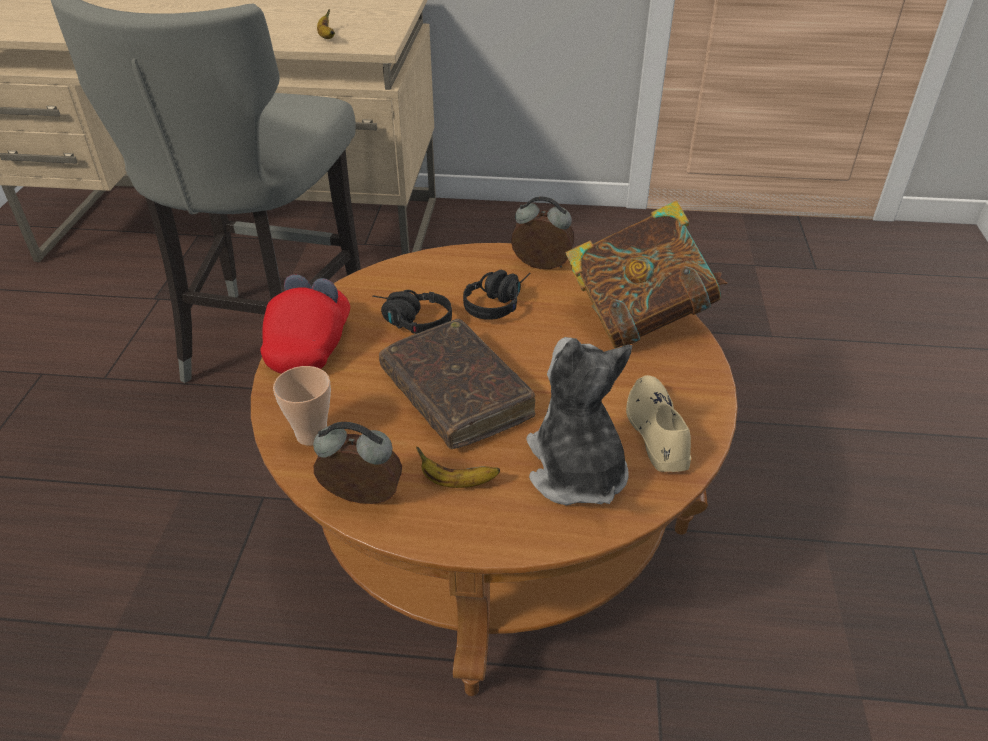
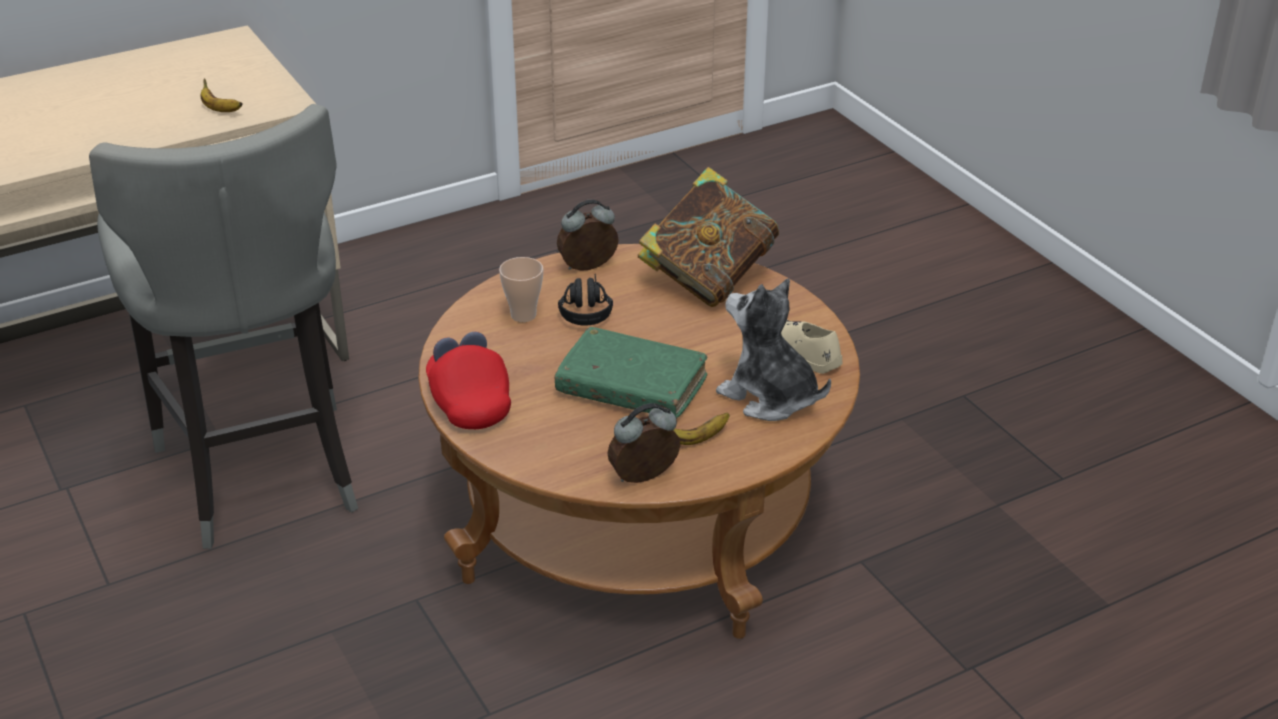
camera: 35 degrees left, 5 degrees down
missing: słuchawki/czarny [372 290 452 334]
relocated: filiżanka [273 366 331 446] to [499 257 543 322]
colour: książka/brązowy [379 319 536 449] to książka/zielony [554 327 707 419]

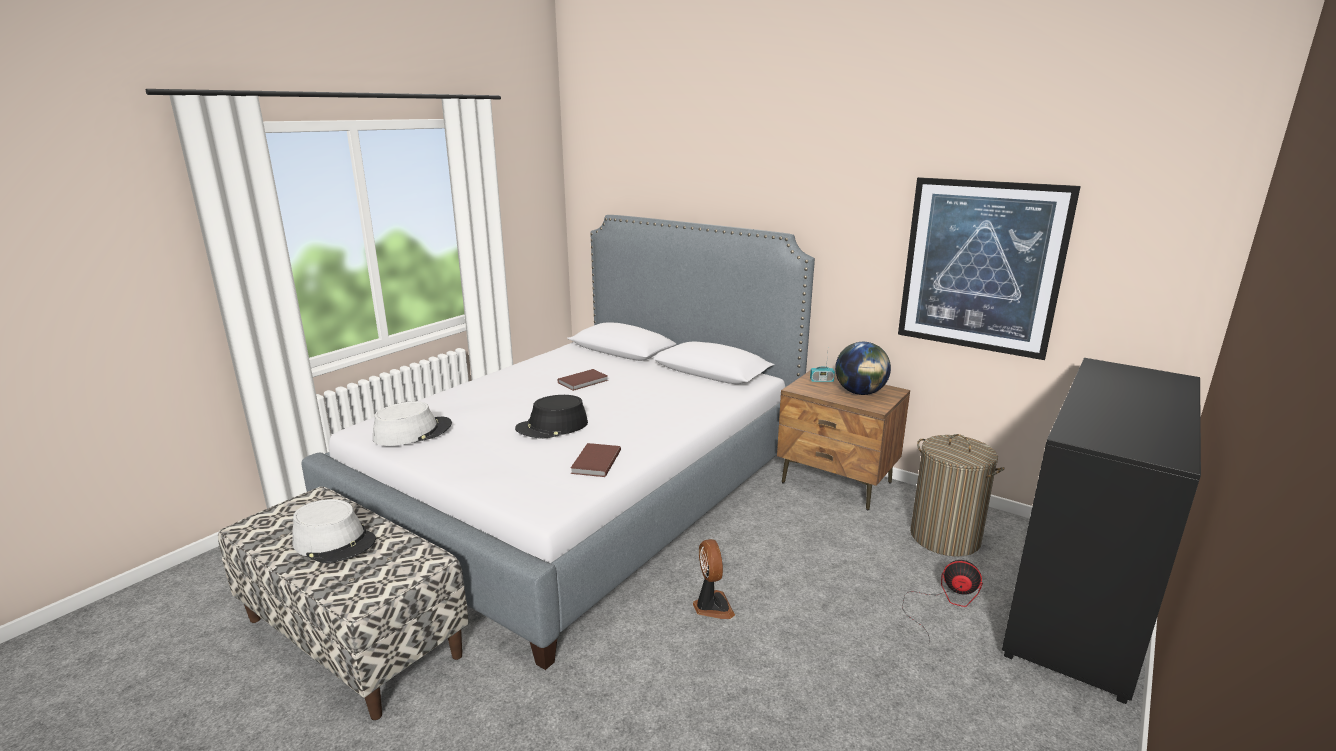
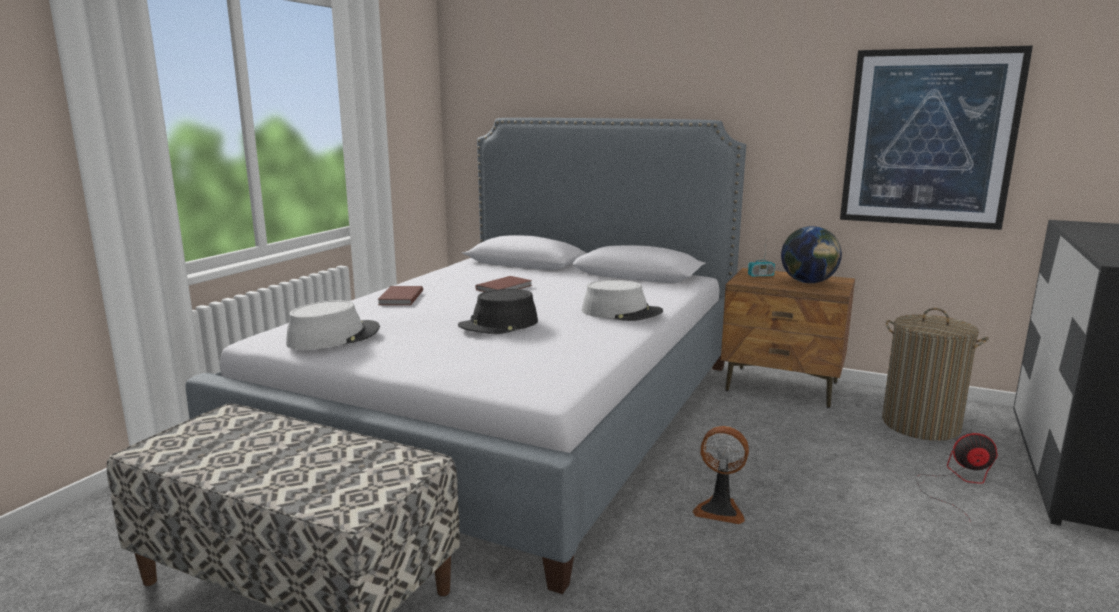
camera: 10 degrees left, 5 degrees down
relocated: książka/brązowy [571 443 621 477] to [378 286 423 305]; kapelusz/szary [292 499 376 563] to [582 280 663 321]
spun: wentylator [693 539 735 619] = [693 426 749 524] 135 degrees clockwise

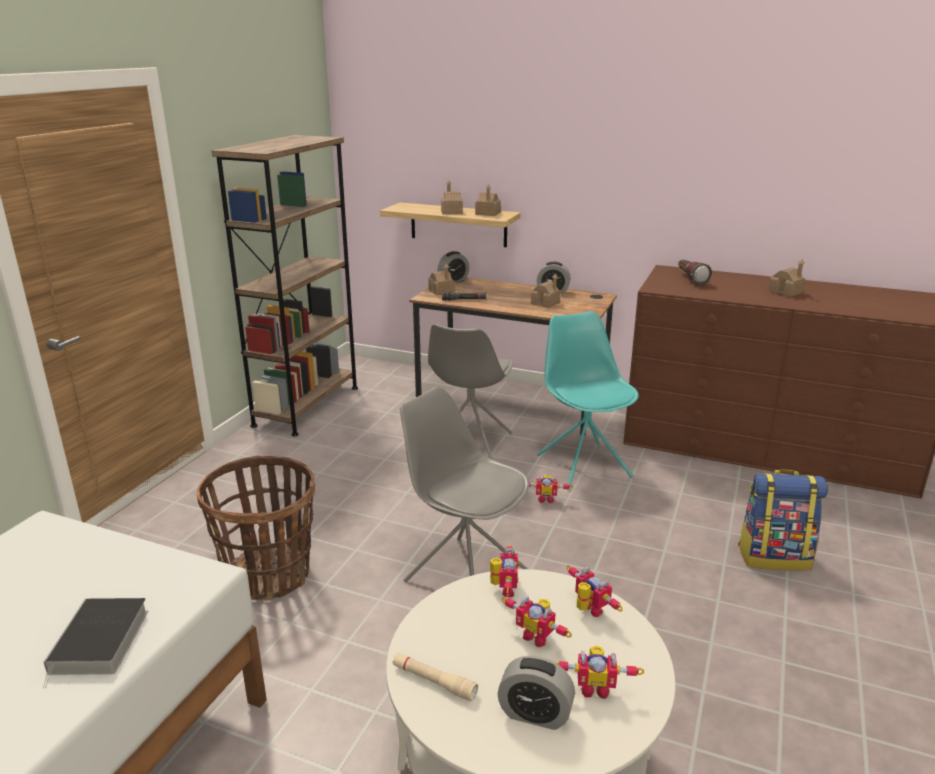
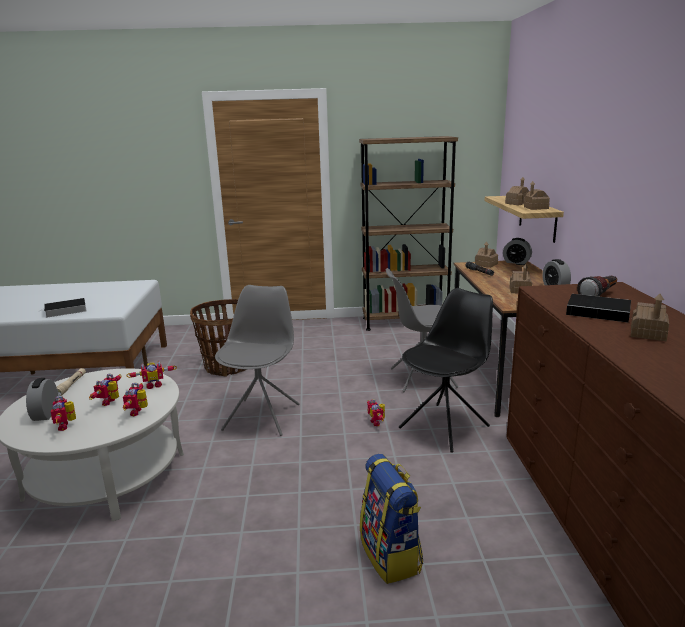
camera: 65 degrees right, 5 degrees down
appeared: książka [566 294 632 322]
colour: krzesło/turkusowy [537 311 639 490] to krzesło/czarny [399 288 493 453]
spun: robot zabawkowy [567 566 623 617] = [123 383 148 416] 150 degrees clockwise

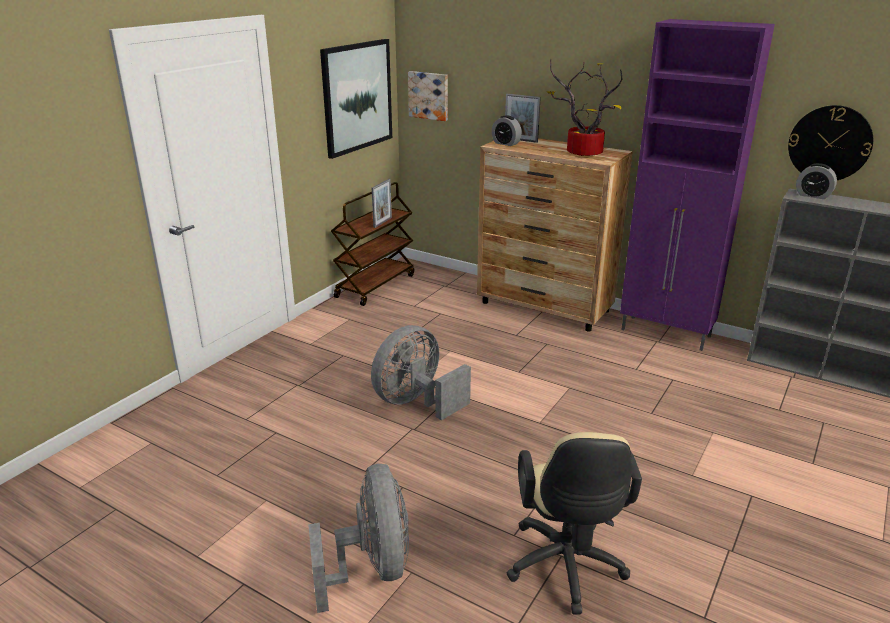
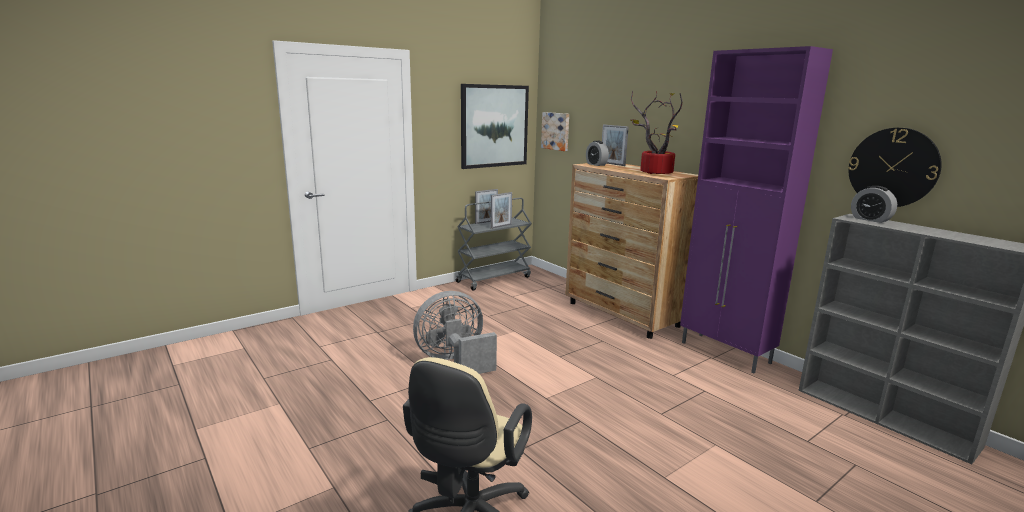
camera: 20 degrees right, 10 degrees down
missing: wentylator/szary [308 464 409 613]
appeared: ramka na zdjęcie [475 189 498 224]
colour: wózek/brązowy [331 182 414 306] to wózek/szary [456 198 532 290]

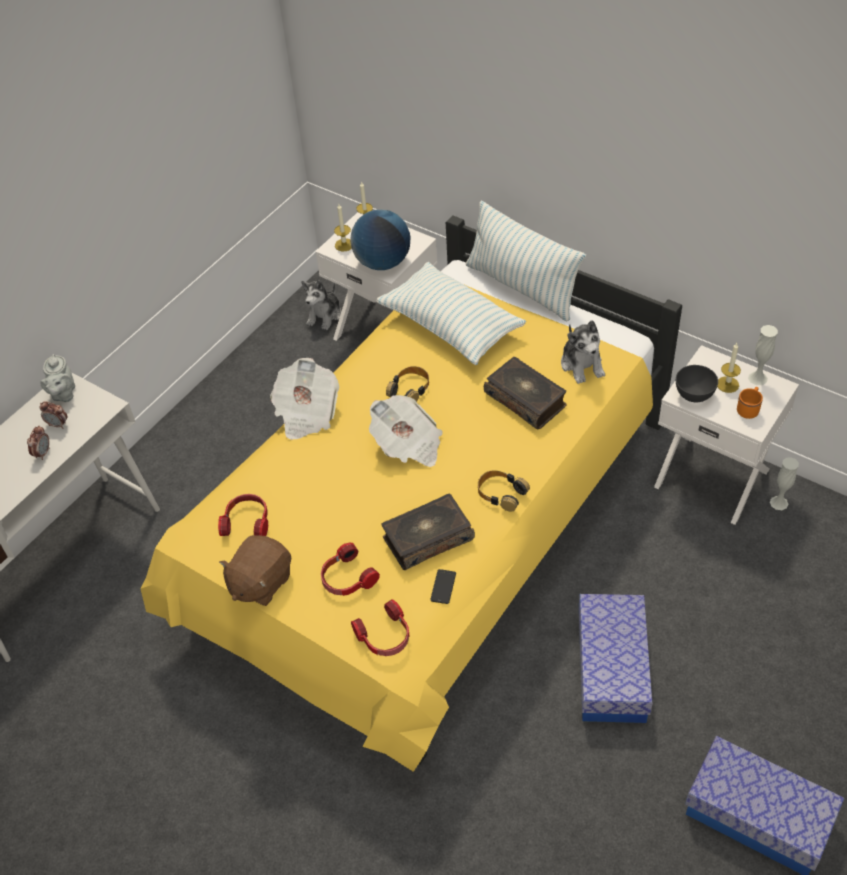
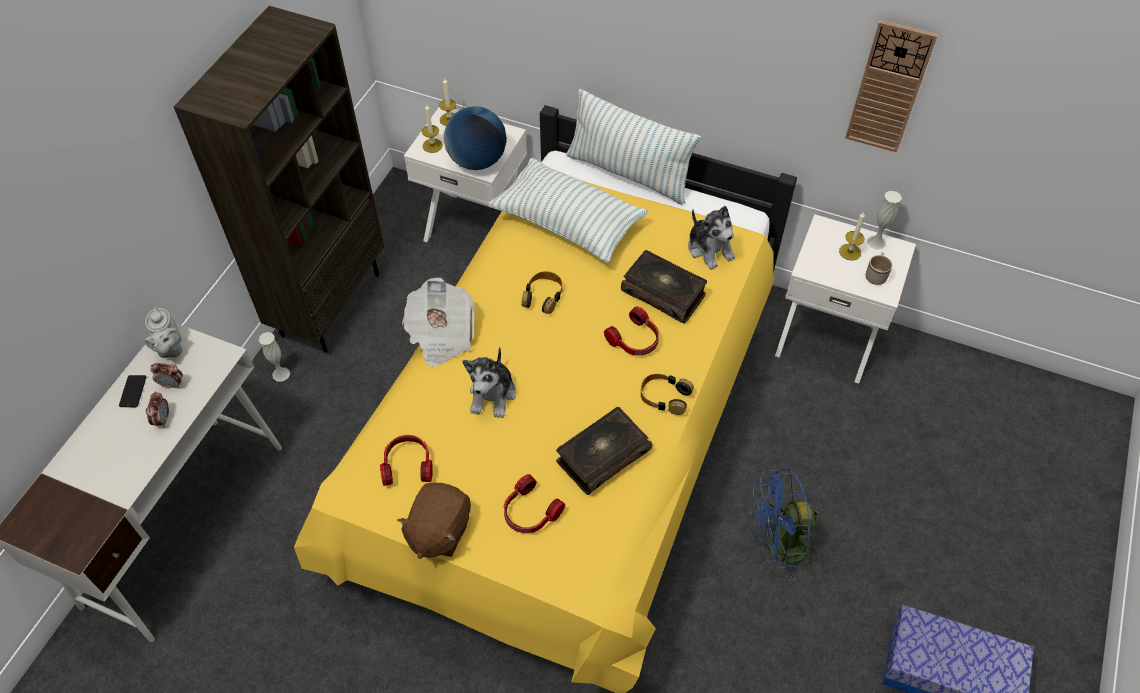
camera: 15 degrees left, 5 degrees up
missing: miska/szary [676 365 718 402]; gazeta [369 395 443 467]
appeared: regał/brązowy [174 6 384 353]; zegar ścienny [845 20 938 153]
relocated: pluszak [301 280 341 330] to [462 347 516 418]; wazon/biały [770 457 799 510] to [259 332 290 382]; telefon [430 569 456 604] to [119 375 146 407]; słuchawki [351 599 410 656] to [604 306 659 356]
exchanged: pojemnik do przechowywania [579 594 653 723] to wentylator/niebieski [750 468 824 578]
colour: kubek/pomarańczowy [737 387 763 419] to kubek/beżowy [865 252 892 285]

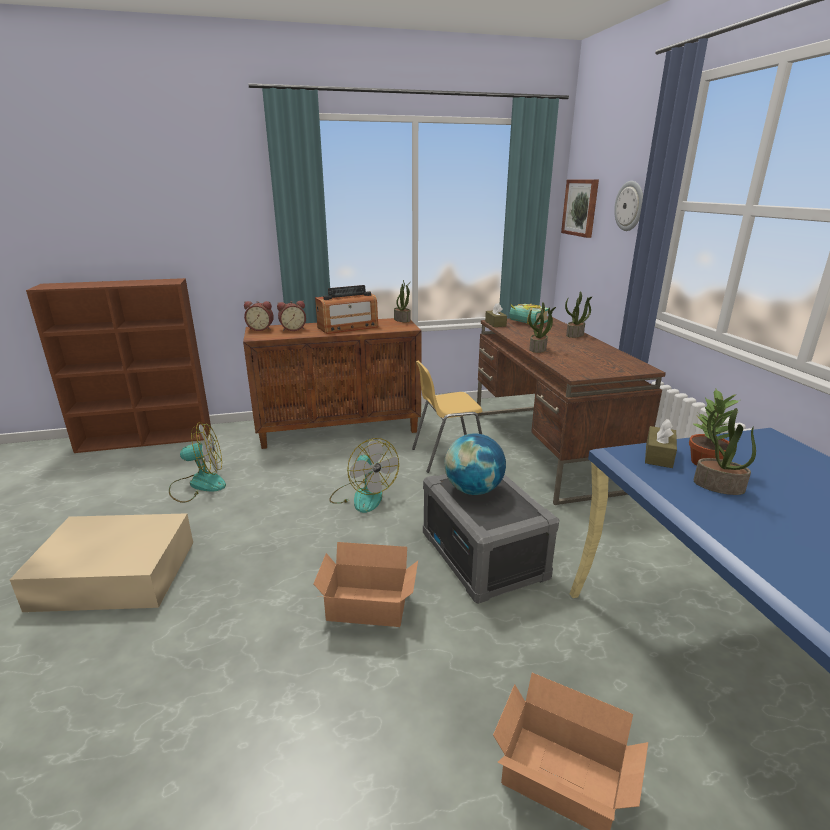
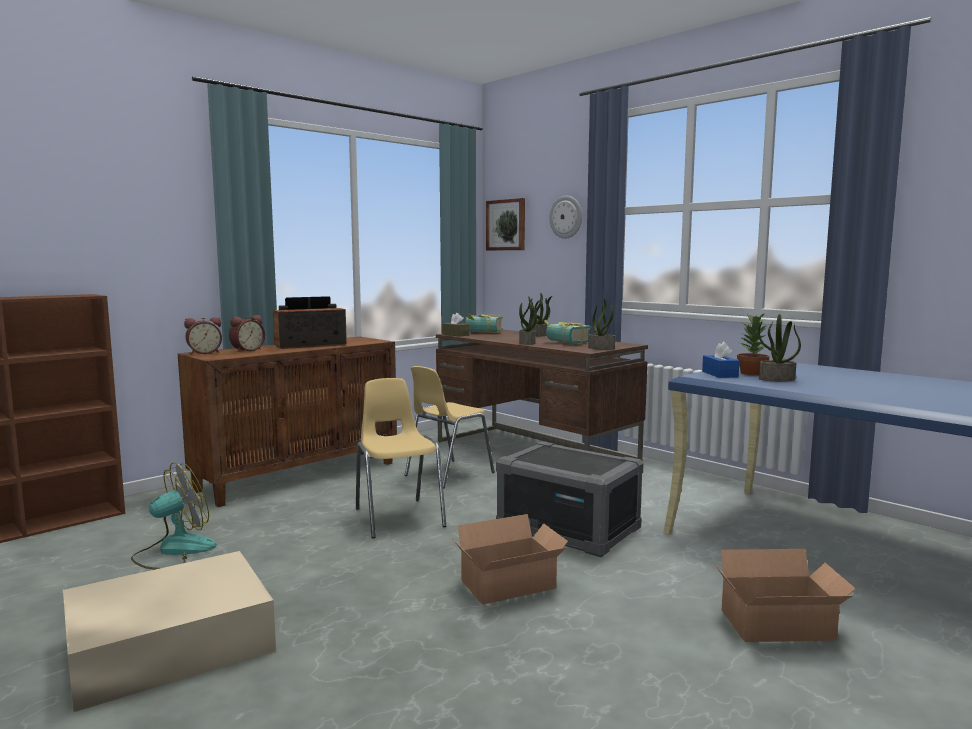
camera: 30 degrees left, 15 degrees down
missing: globus [444 433 506 495]
appeared: książka [544 320 592 345]
relocated: roślina doniczkowa [394 280 411 322] to [588 299 615 350]
exchanged: wentylator [329 438 399 513] to krzesło/żółty [356 378 446 538]
colour: pudełko chusteczek/brązowy [645 419 677 468] to pudełko chusteczek/niebieski [702 342 739 378]
spun: radio [315 285 378 334] = [273 296 347 349] 150 degrees counterclockwise

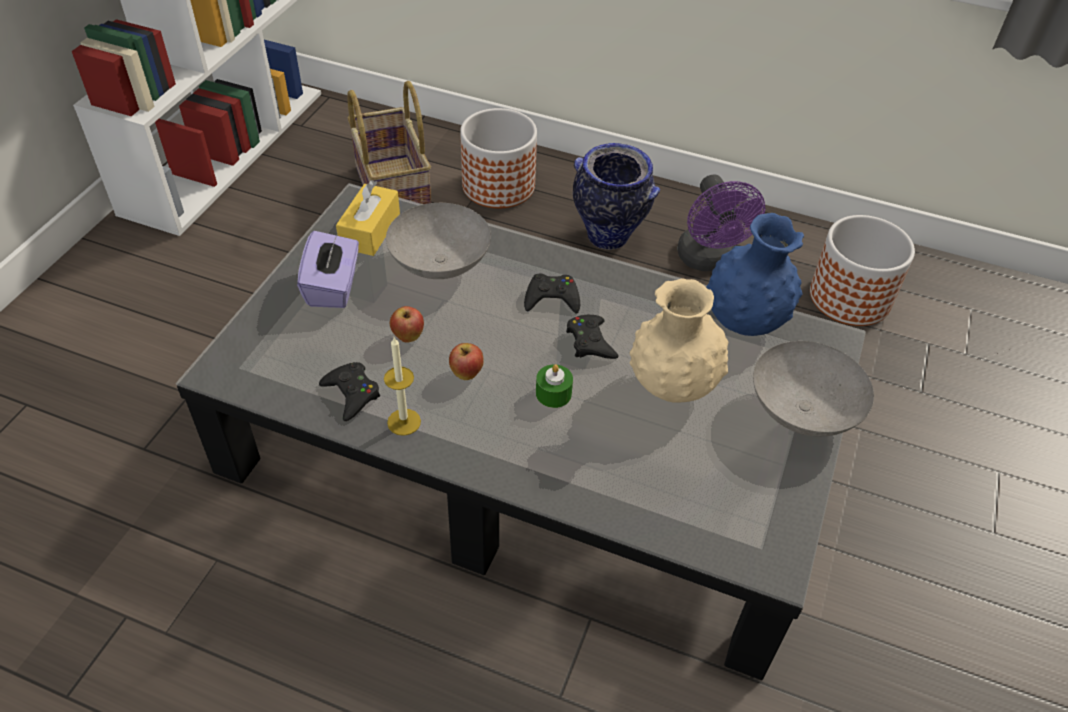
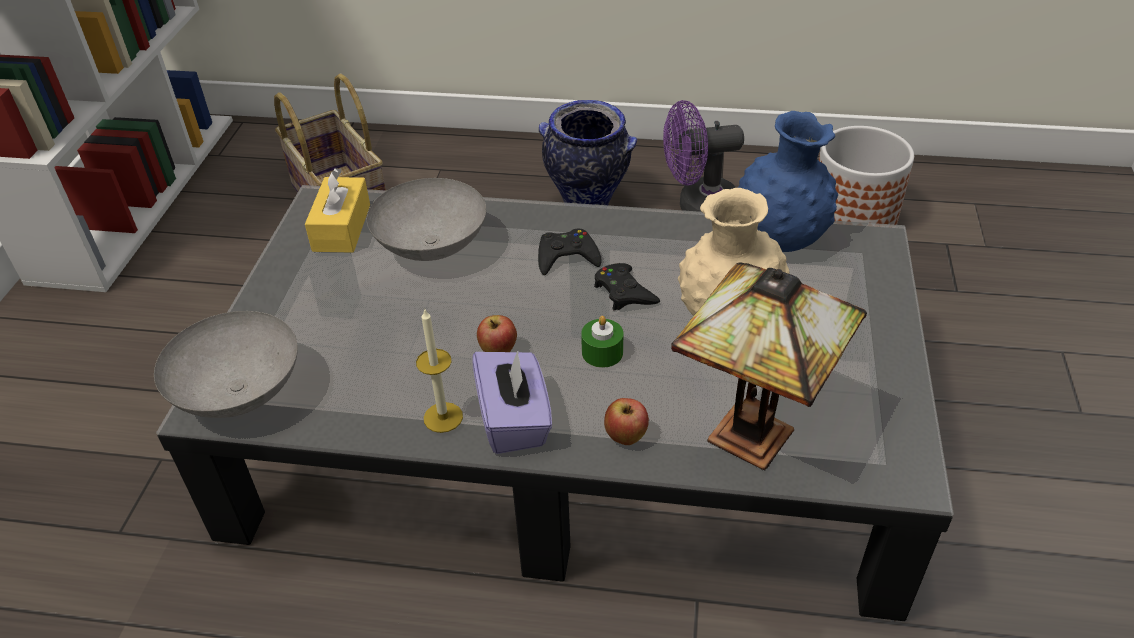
camera: 10 degrees left, 5 degrees down
missing: donica [460 108 537 209]; pad do gier/czarny [319 362 380 421]
appeared: lampa stołowa [671 262 867 470]
relocated: pudełko chusteczek/fioletowy [297 231 359 308] to [472 348 552 454]; jabłko [390 306 424 343] to [604 398 649 445]; miska/szary [753 341 874 437] to [154 311 298 418]
spun: wentylator/fioletowy [677 174 765 271] = [663 100 744 212] 105 degrees clockwise

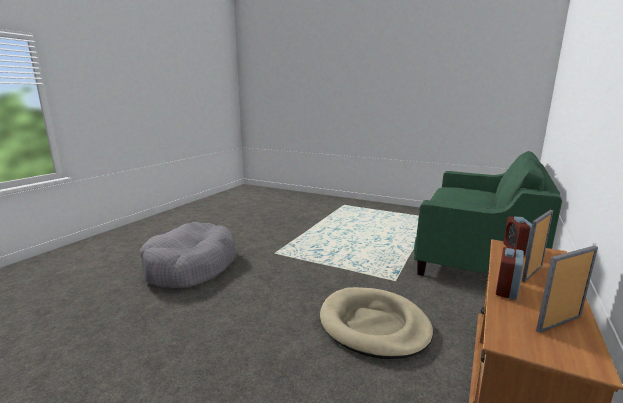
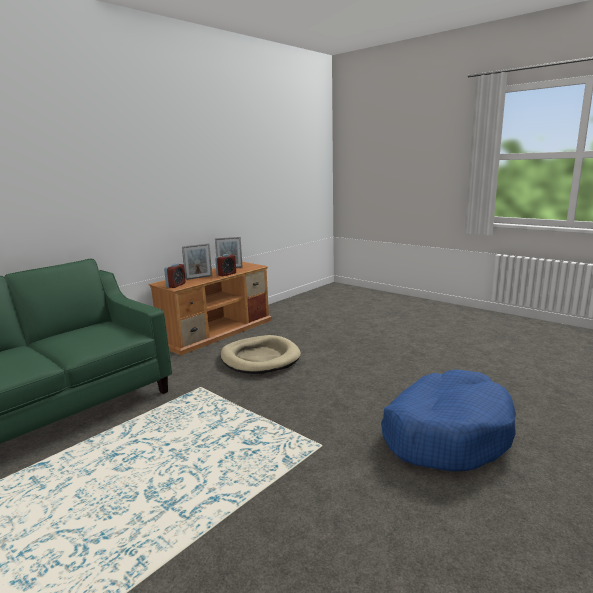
camera: 165 degrees left, 0 degrees up
colour: legowisko/szary [140 222 236 288] to legowisko/niebieski [381 370 516 472]

